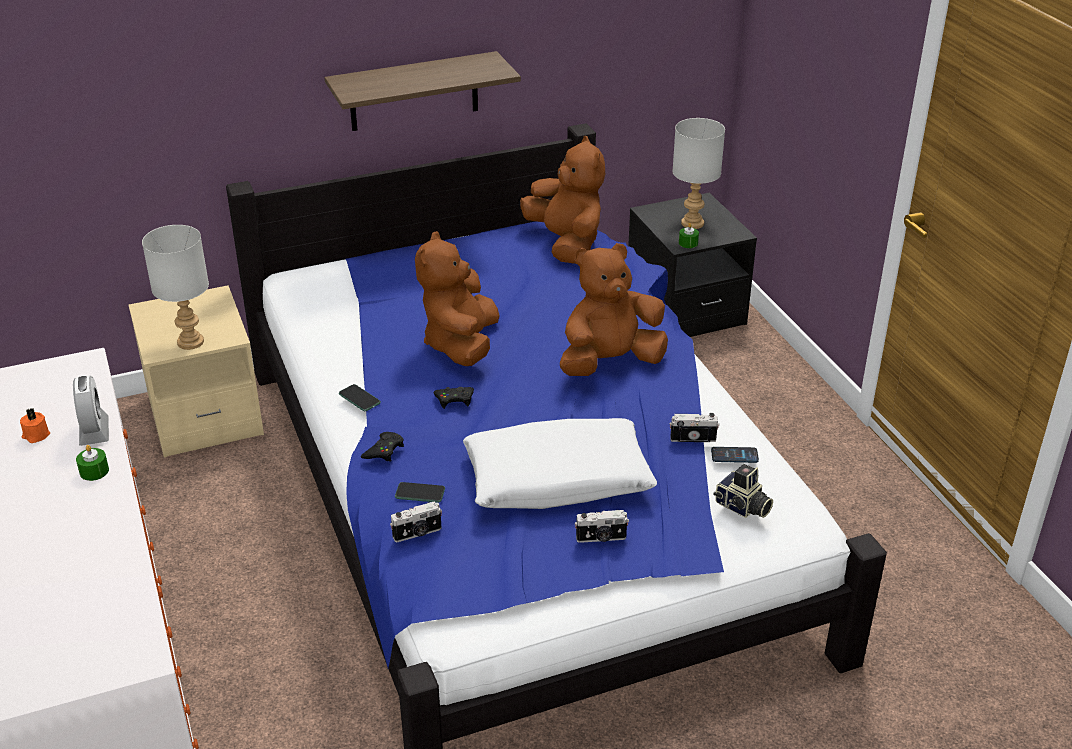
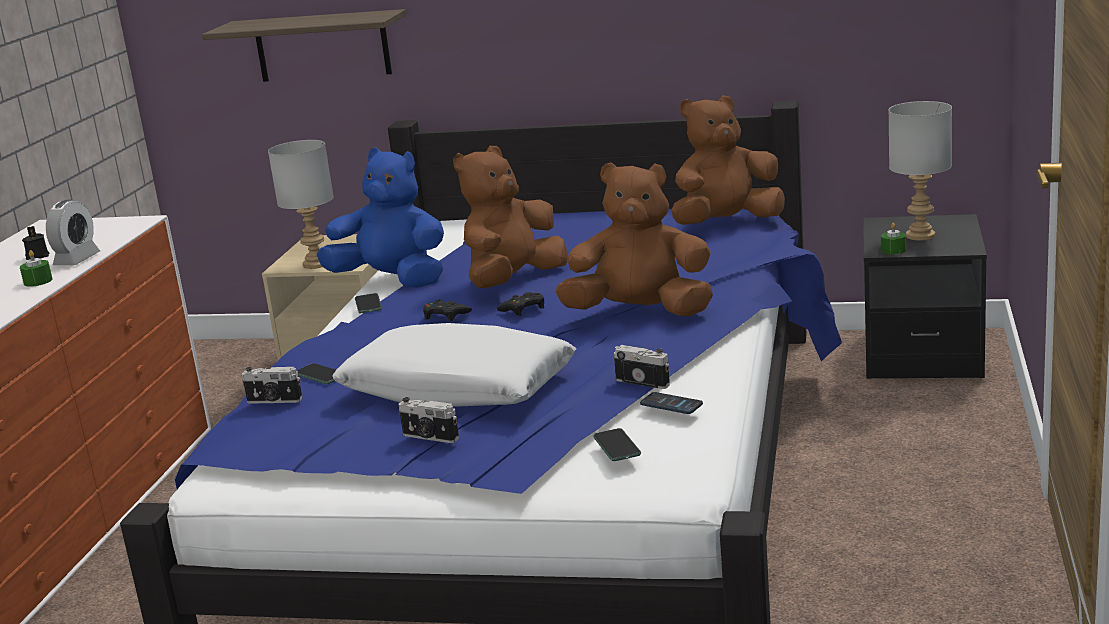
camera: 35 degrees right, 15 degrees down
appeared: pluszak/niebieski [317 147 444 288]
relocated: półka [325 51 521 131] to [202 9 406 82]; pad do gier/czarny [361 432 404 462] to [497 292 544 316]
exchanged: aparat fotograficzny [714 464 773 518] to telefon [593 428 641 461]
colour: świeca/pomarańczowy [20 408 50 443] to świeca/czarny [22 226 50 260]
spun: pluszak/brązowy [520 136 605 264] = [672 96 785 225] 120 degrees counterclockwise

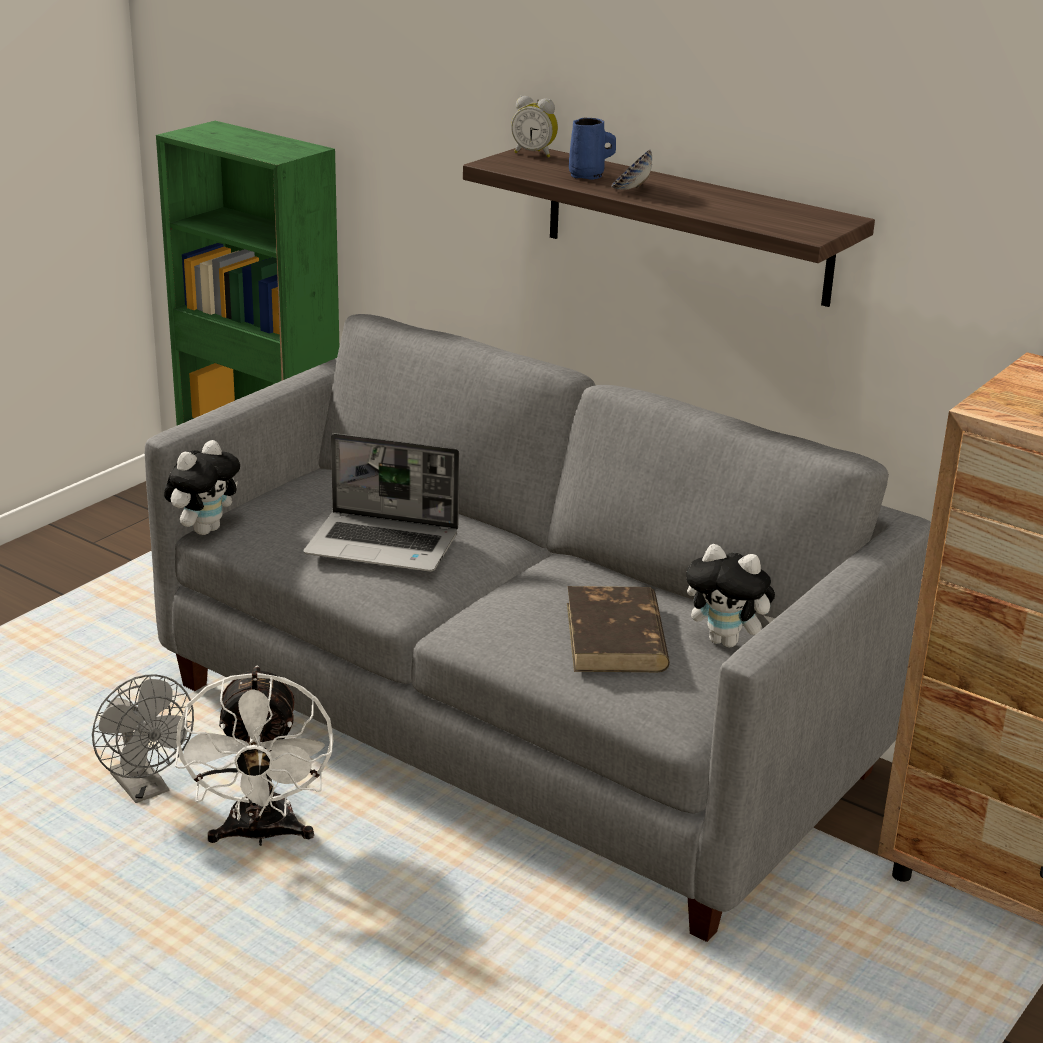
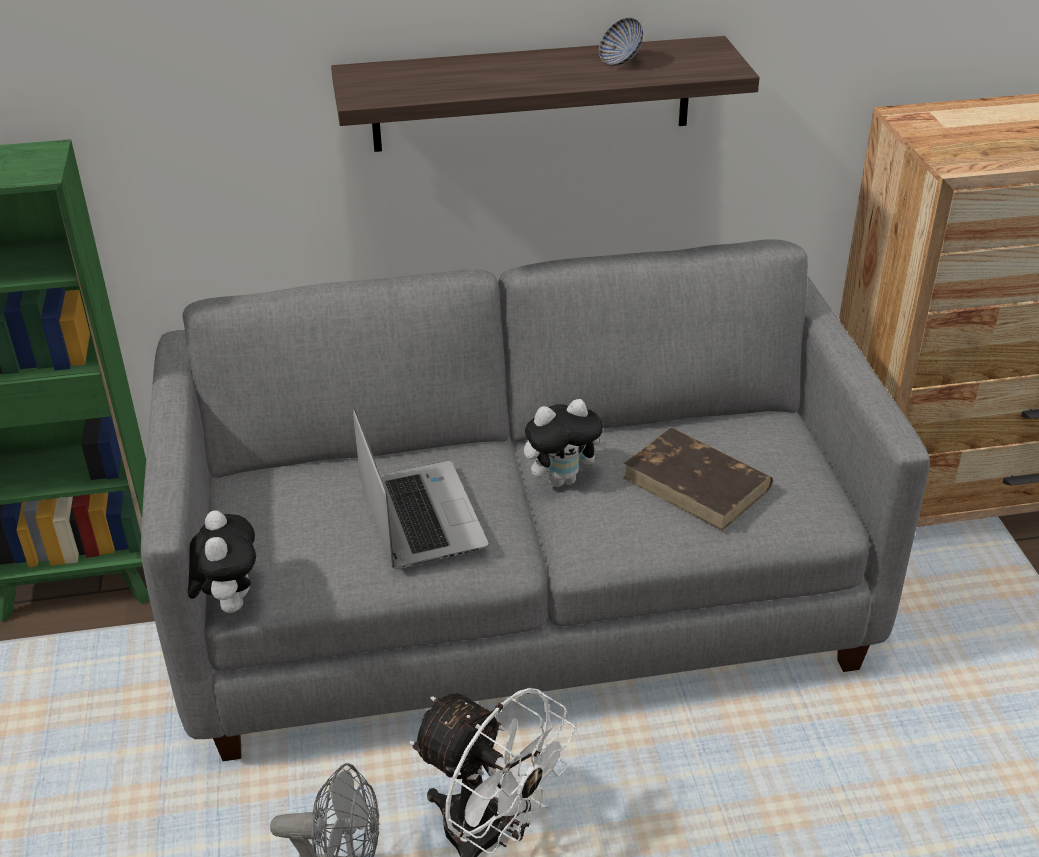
camera: 45 degrees left, 10 degrees up
missing: budzik [511 96 558 158]; kubek/niebieski [569 118 616 180]
relocated: miska [611 149 652 190] to [599 17 643 66]; pluszak [686 544 775 648] to [524 399 608 487]
spun: laptop [304 433 459 572] = [353 408 489 569] 75 degrees counterclockwise

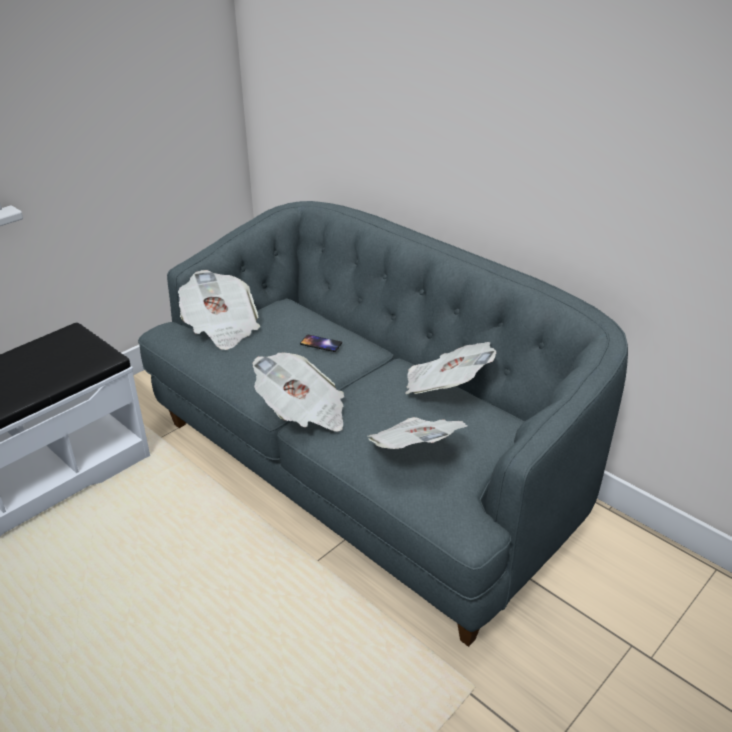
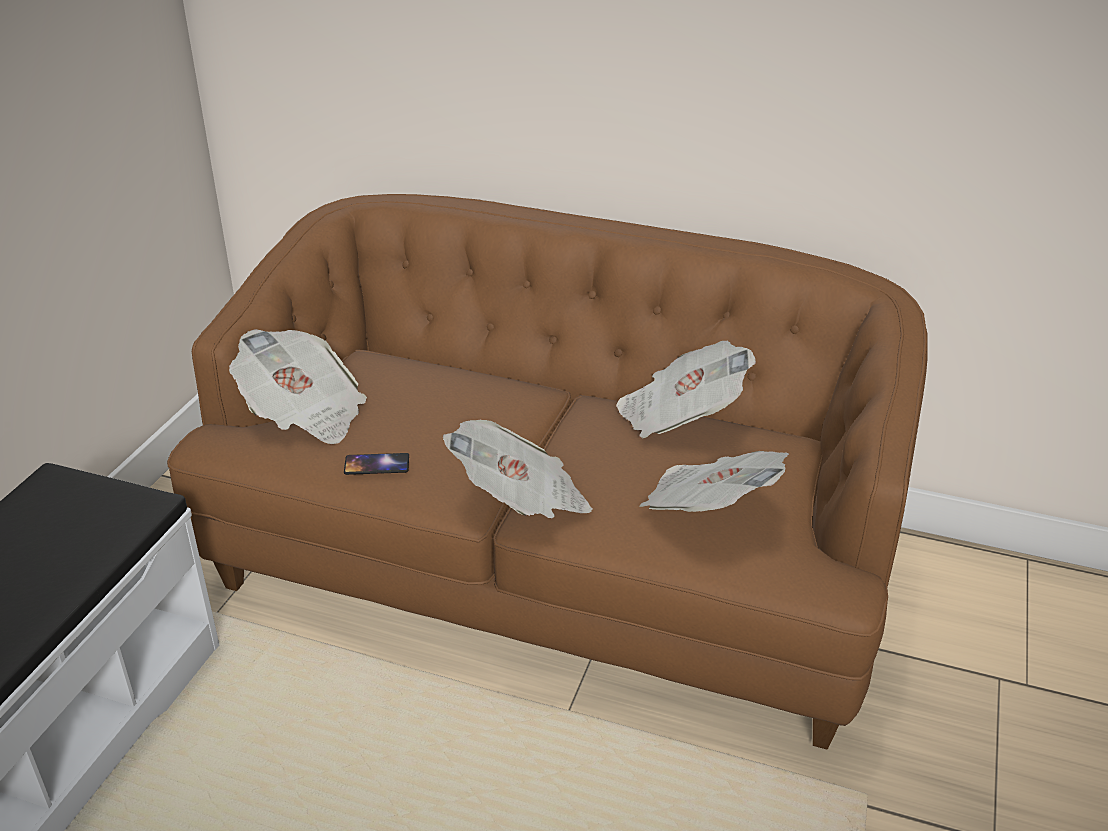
camera: 25 degrees left, 0 degrees up
relocated: telefon [300 335 342 352] to [344 453 409 475]
colour: kanapa/szary [138 201 628 647] to kanapa/brązowy [167 194 928 750]

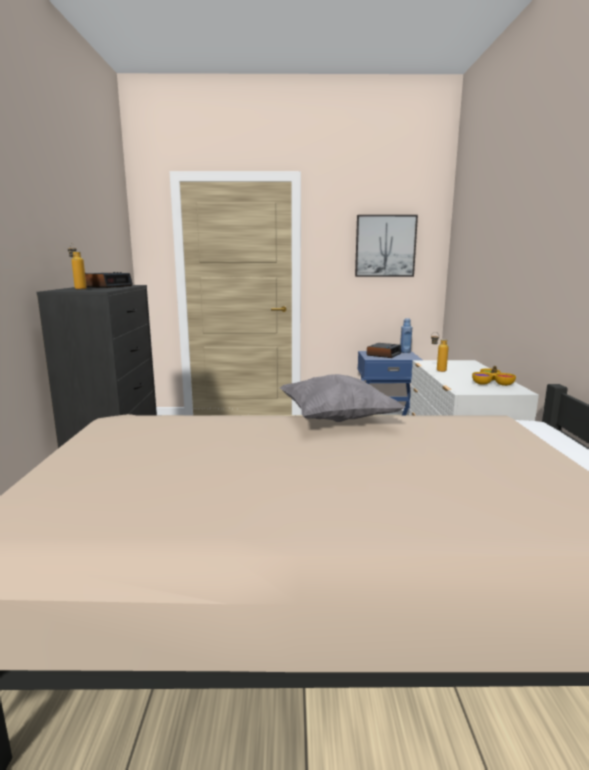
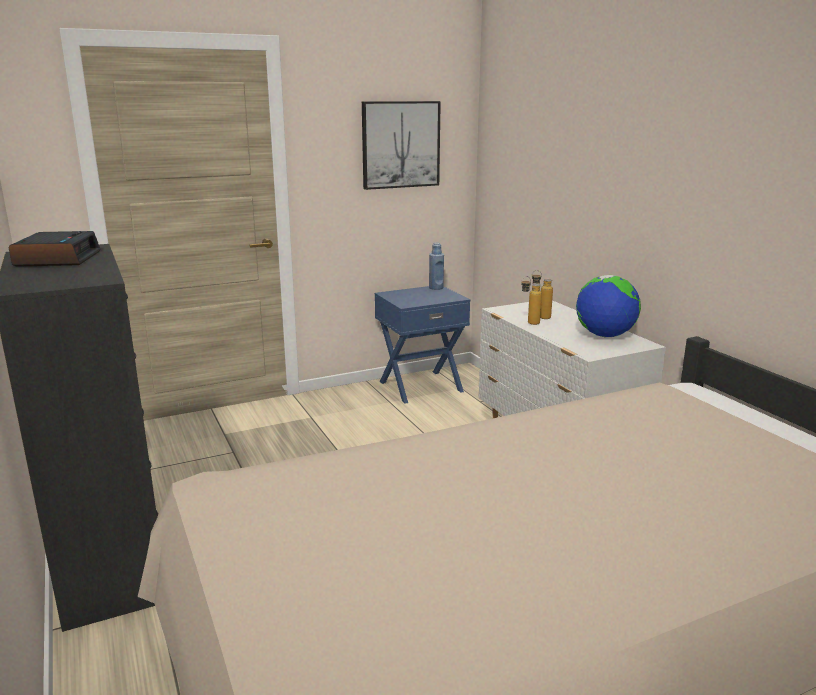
camera: 25 degrees left, 5 degrees up
missing: budzik [367 343 402 358]; poduszka/szary [280 374 405 422]
relocated: butelka [68 243 87 289] to [532 270 553 319]
exchanged: miska [472 366 516 386] to globus [576 275 641 337]

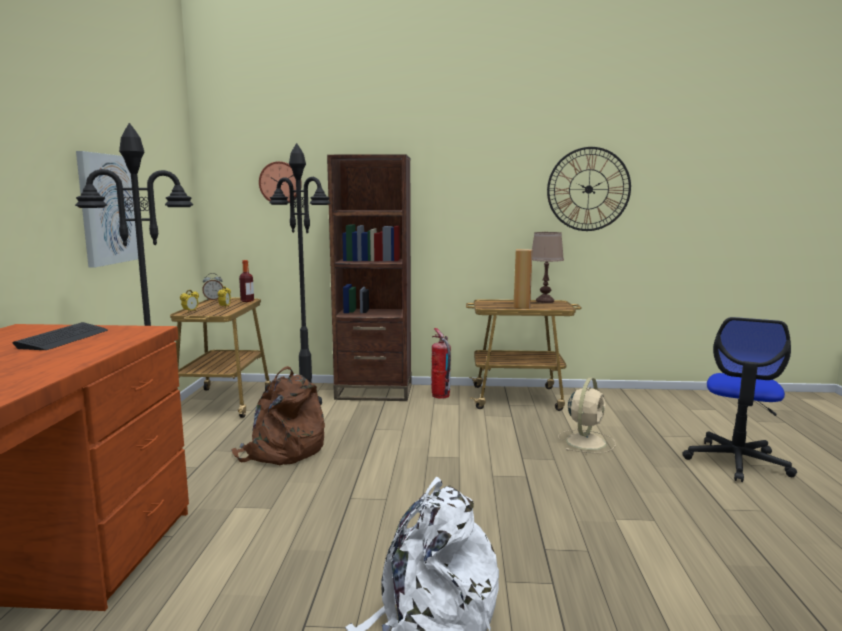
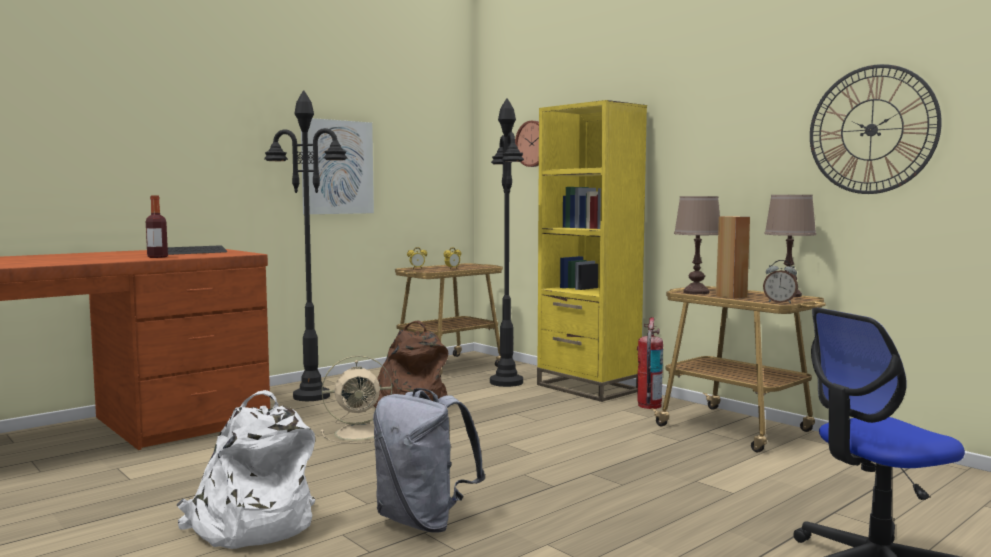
camera: 45 degrees right, 5 degrees down
appeared: lampa stołowa/brązowy [674 196 720 294]; plecak/szary [373 388 485 533]
relocated: butelka [239 260 254 302] to [146 195 168 258]; budzik [202 273 223 300] to [763 260 798 304]; wentylator/beżowy [558 377 616 454] to [321 355 392 444]
colour: regał/brązowy [327 154 411 401] to regał/żółty [537 100 647 402]

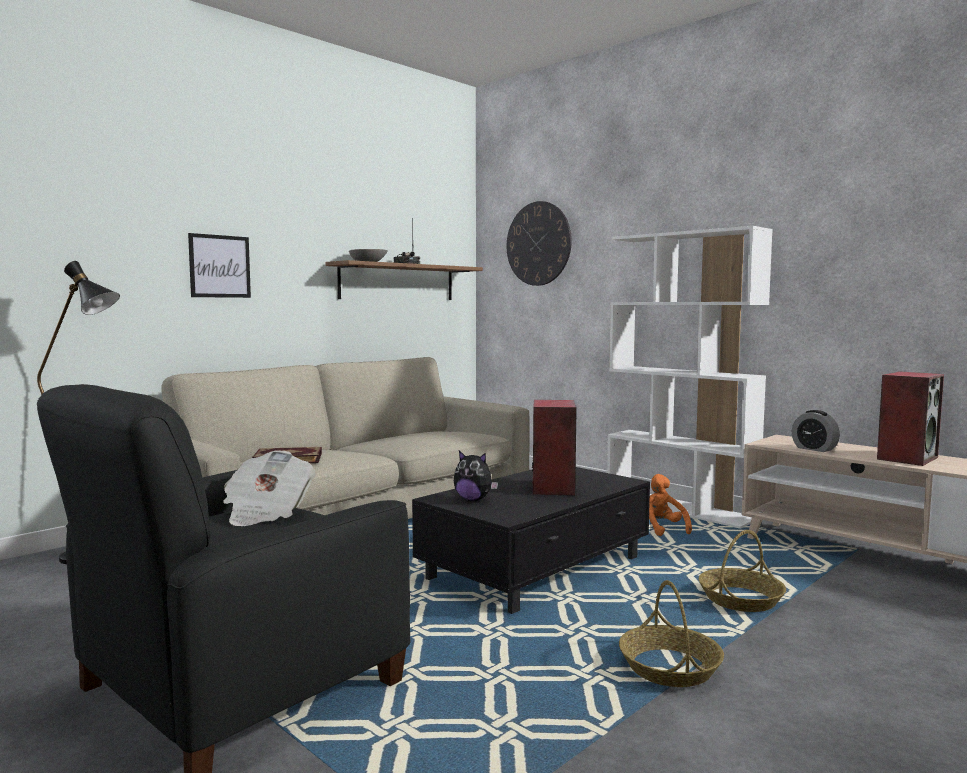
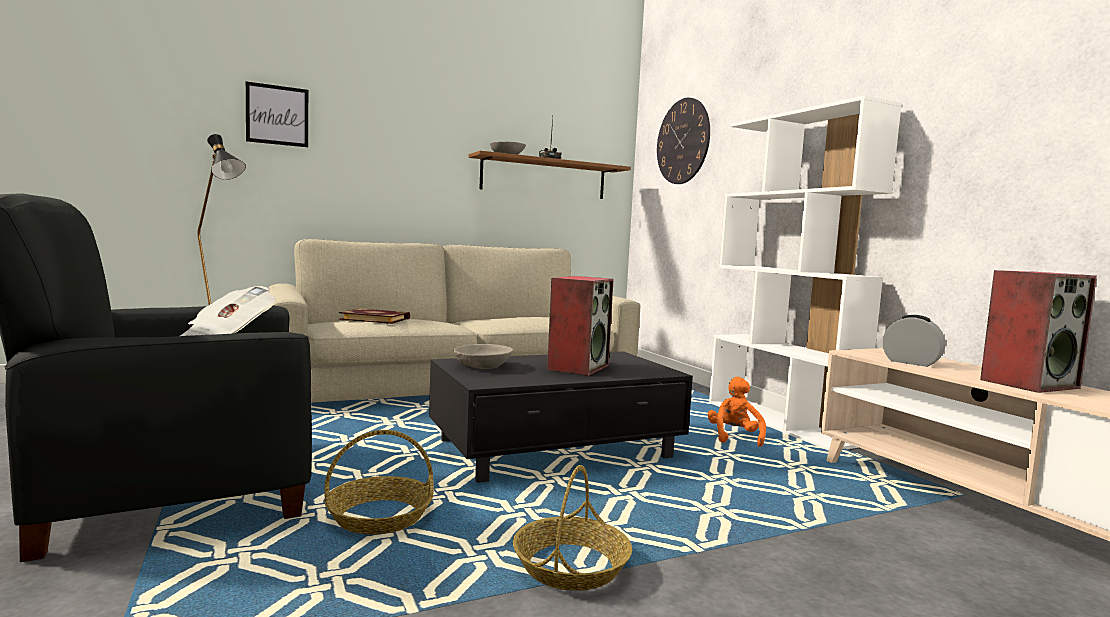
camera: 20 degrees right, 0 degrees up
relocated: obraz [188 233 251 298] to [246 81 308 147]; koszyk [699 530 786 612] to [324 430 434 535]
exchanged: pluszak [454 451 498 501] to miska/szary [453 344 513 369]
spun: budzik [792 410 840 452] = [883 315 945 367] 150 degrees clockwise

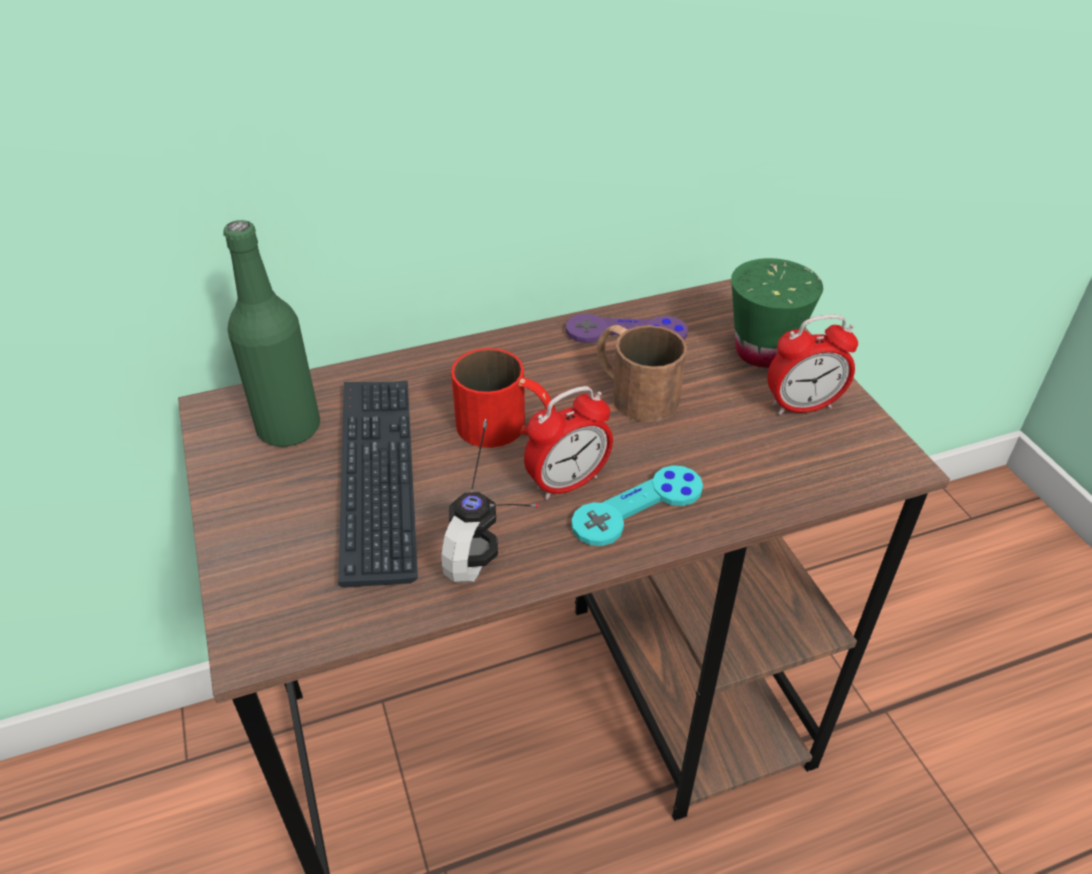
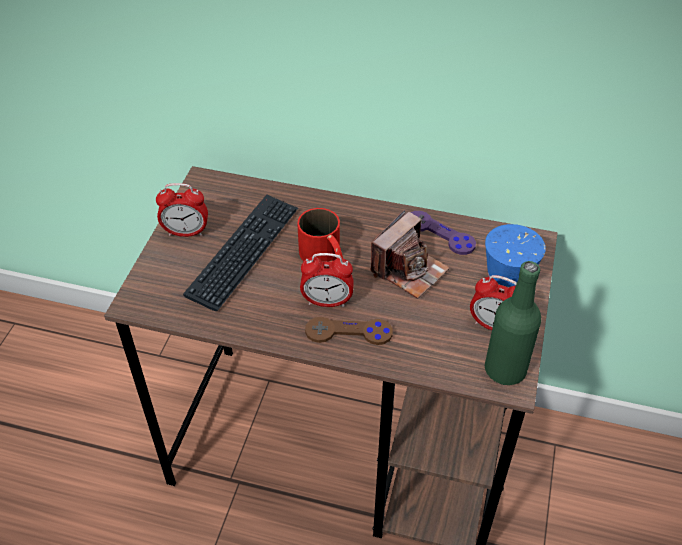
camera: 35 degrees right, 5 degrees up
missing: słuchawki [441 419 538 583]
appeared: budzik [156 183 208 237]
relocated: butelka/zielony [223 220 320 447] to [485 261 541 385]
exchanged: kubek/brązowy [596 325 687 422] to aparat fotograficzny [370 210 450 299]
colour: filiżanka/zielony [731 258 823 368] to filiżanka/niebieski [485 224 546 288]; pad do gier/turkusowy [571 465 703 546] to pad do gier/brązowy [305 317 393 345]

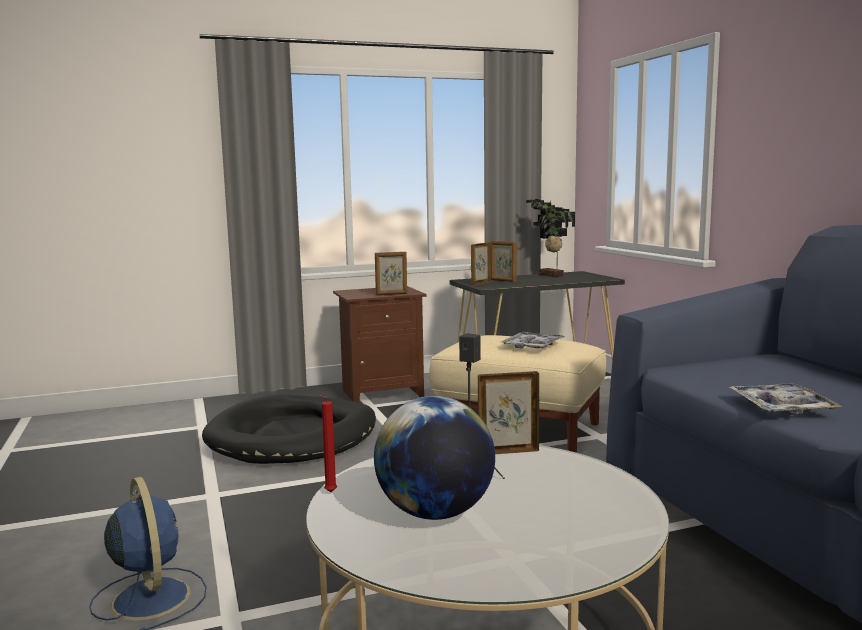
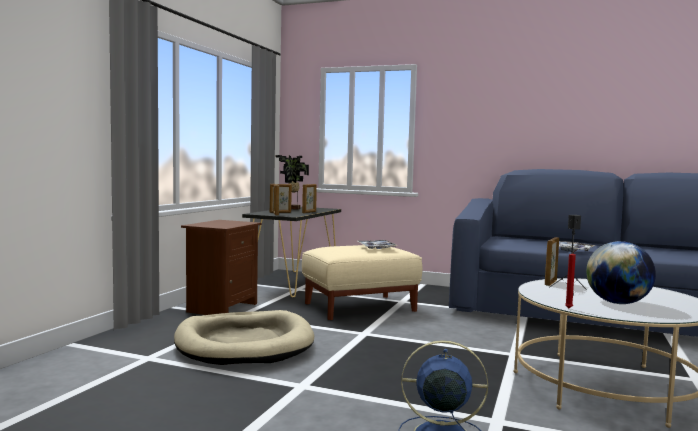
camera: 50 degrees left, 5 degrees down
relocated: ramka na zdjęcie [375 252 407 295] to [302 184 317 213]
colour: legowisko/czarny [202 394 376 464] to legowisko/beżowy [174 310 314 365]

